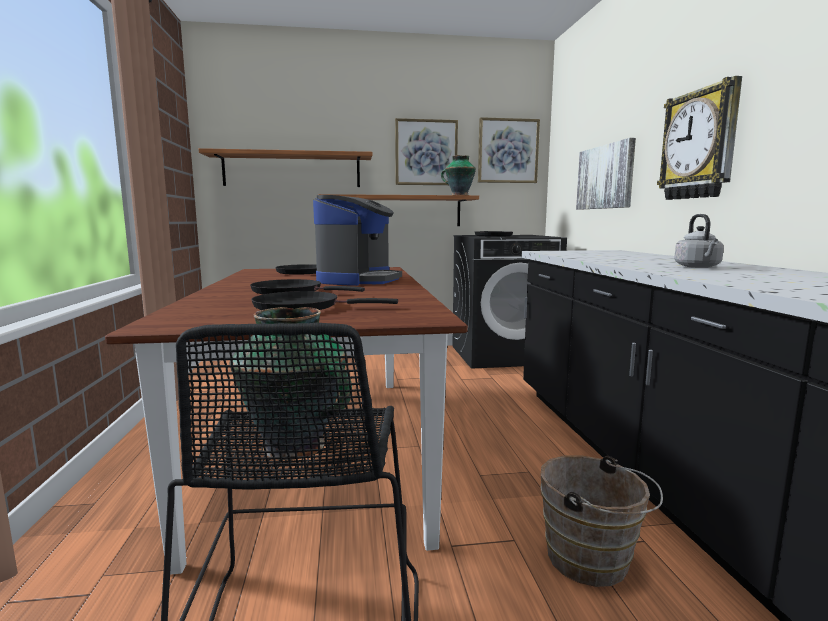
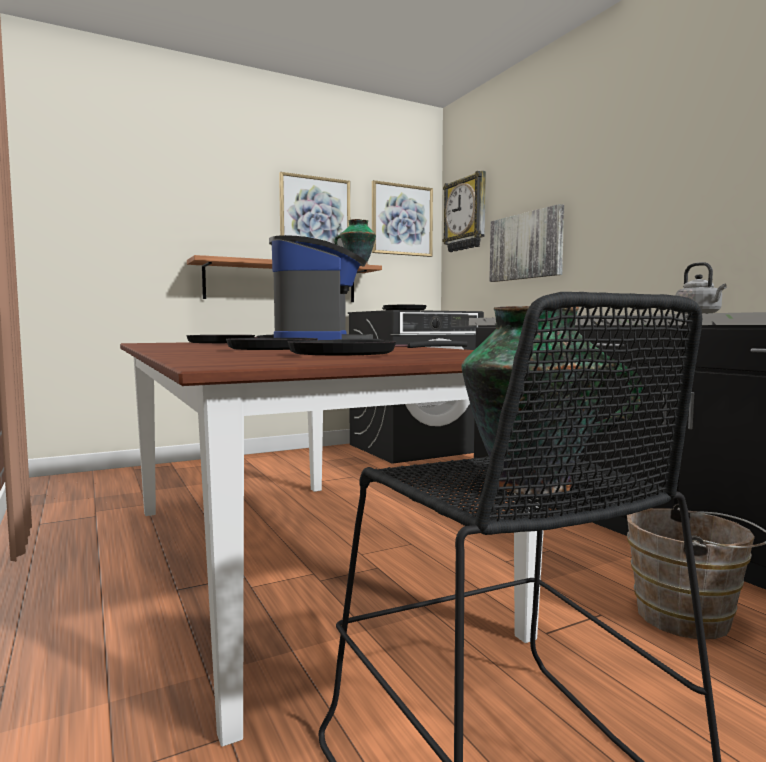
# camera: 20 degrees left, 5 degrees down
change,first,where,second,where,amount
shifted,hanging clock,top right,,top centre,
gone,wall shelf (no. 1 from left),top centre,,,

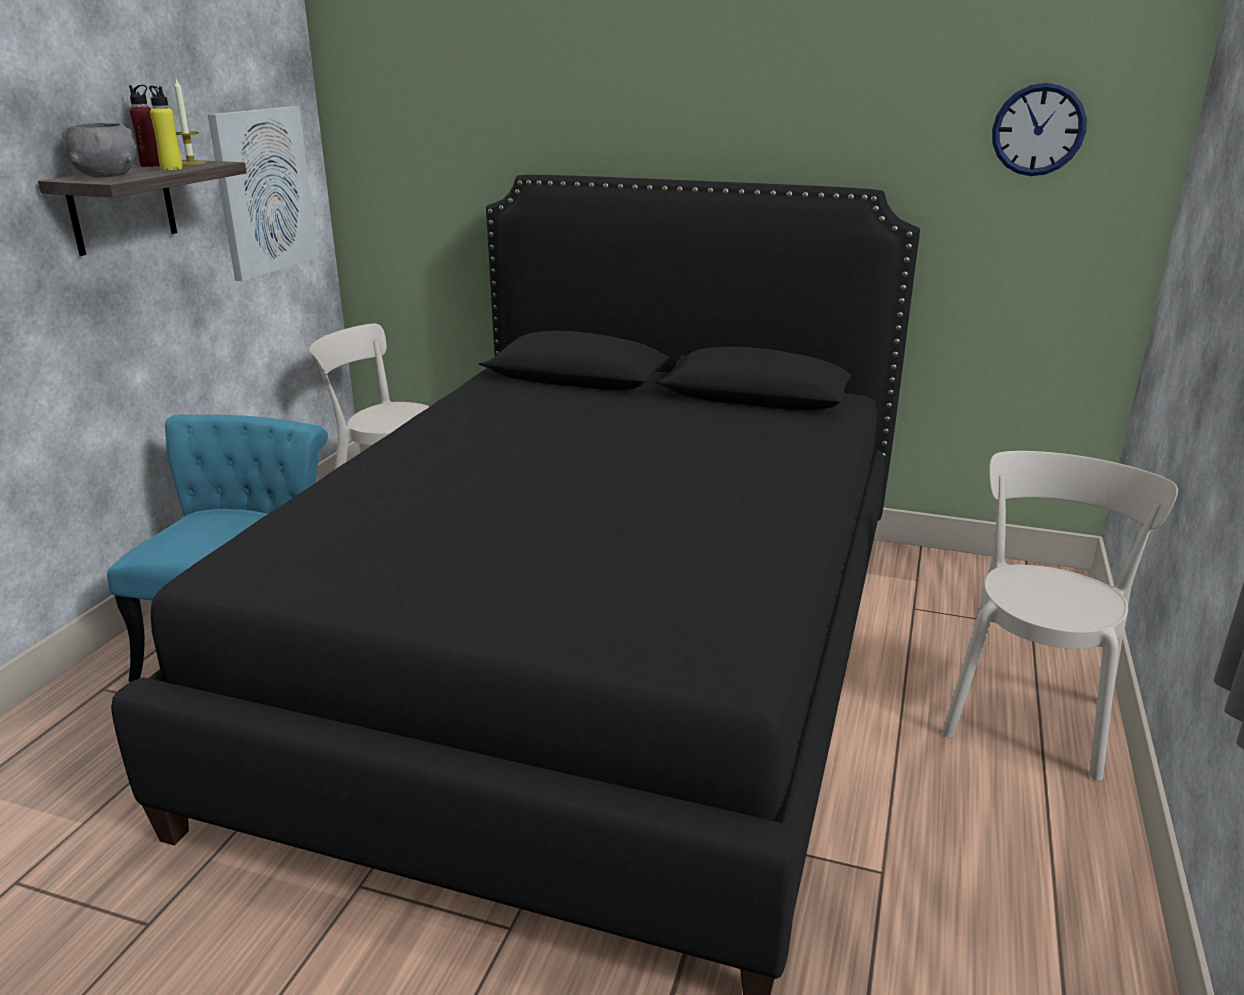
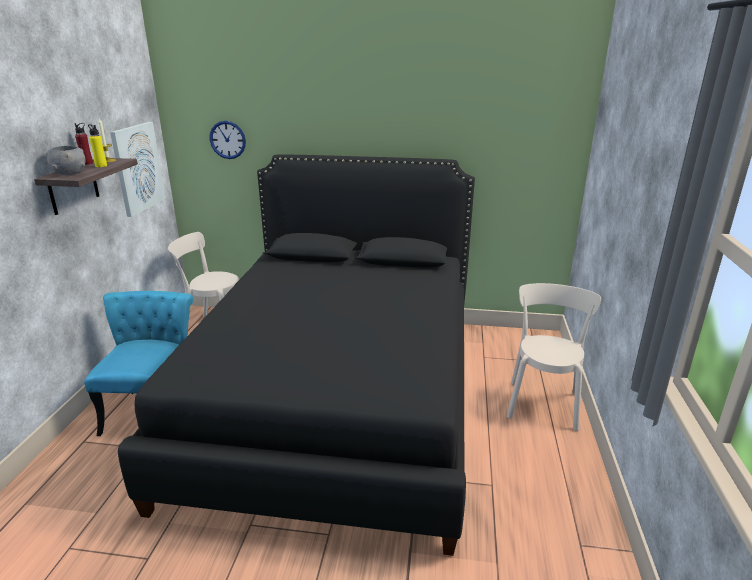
# camera: 10 degrees left, 0 degrees up
change,first,where,second,where,amount
shifted,hanging clock,top right,,top left,

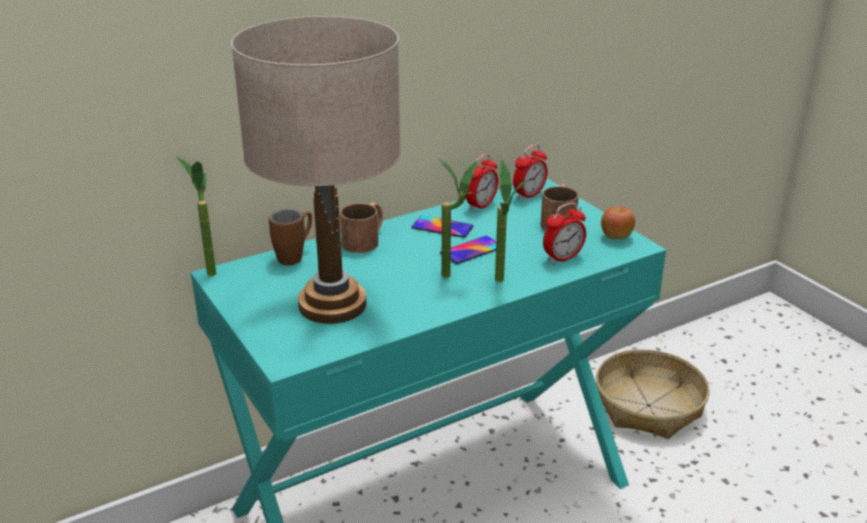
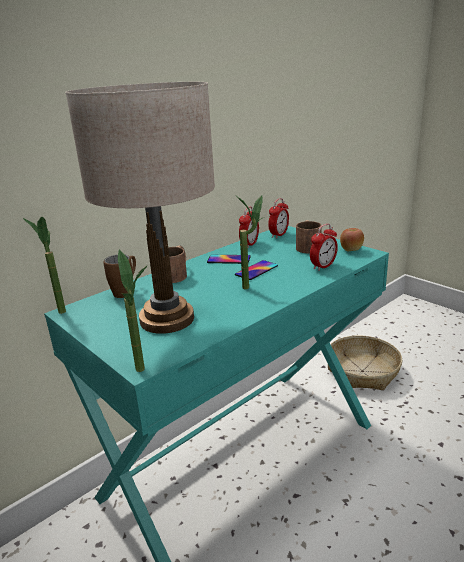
# camera: 10 degrees left, 5 degrees down
change,first,where,second,where,amount
shifted,houseplant (no. 3 from left in the first image),centre,houseplant (no. 2 from left),middle left,

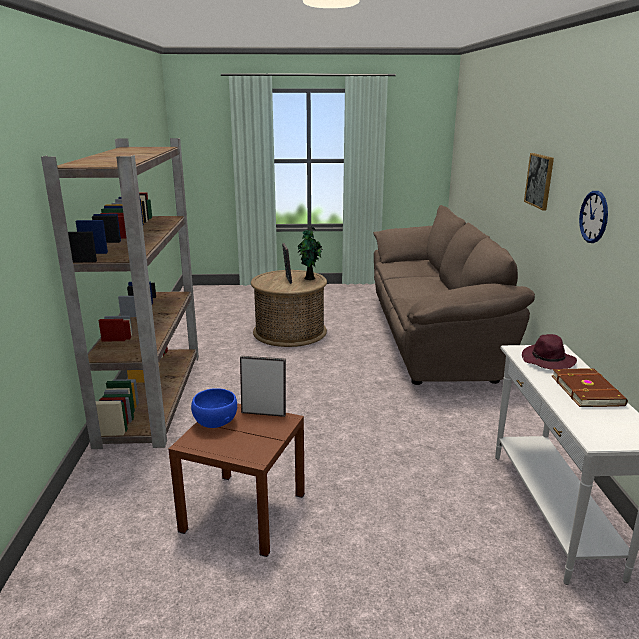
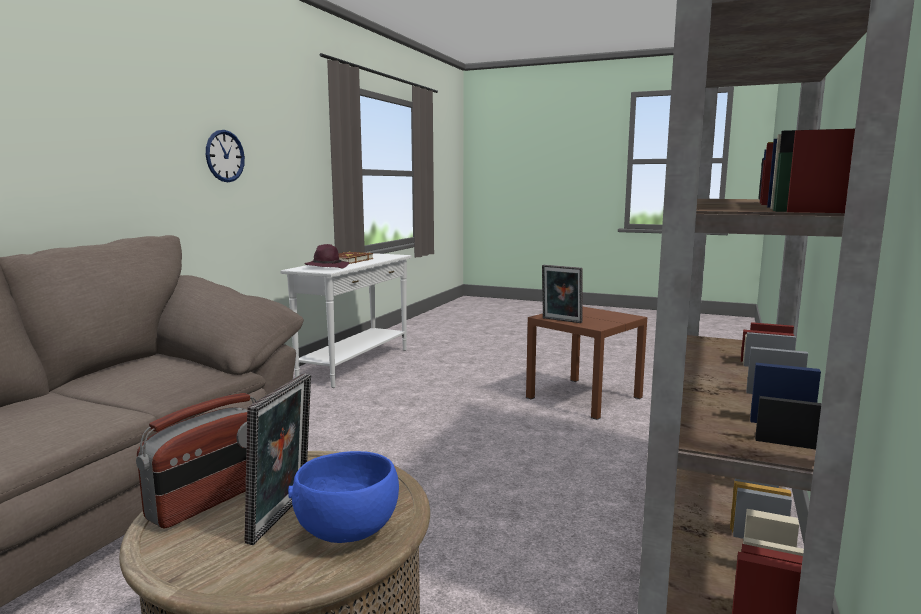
# camera: 155 degrees left, 10 degrees down
change,first,where,second,where,amount
swapped,houseplant,centre,radio receiver,bottom left,
shifted,blue-coloured serving bowl,centre,,bottom centre,
gone,wall art,top right,,,

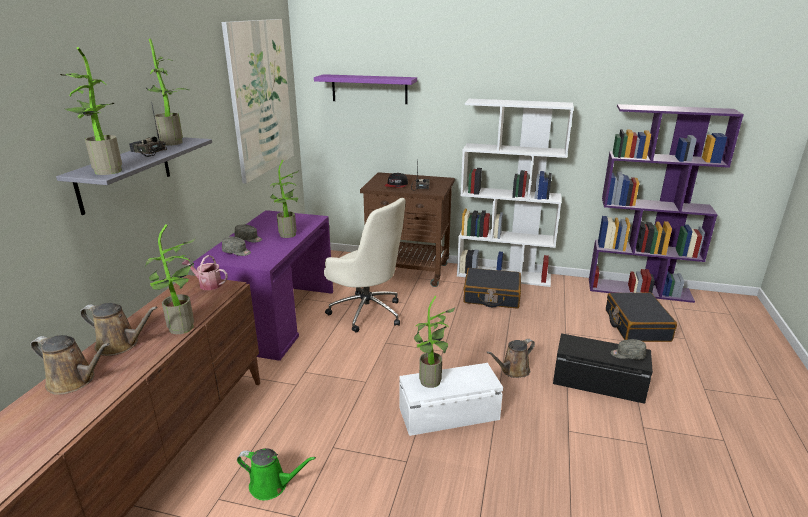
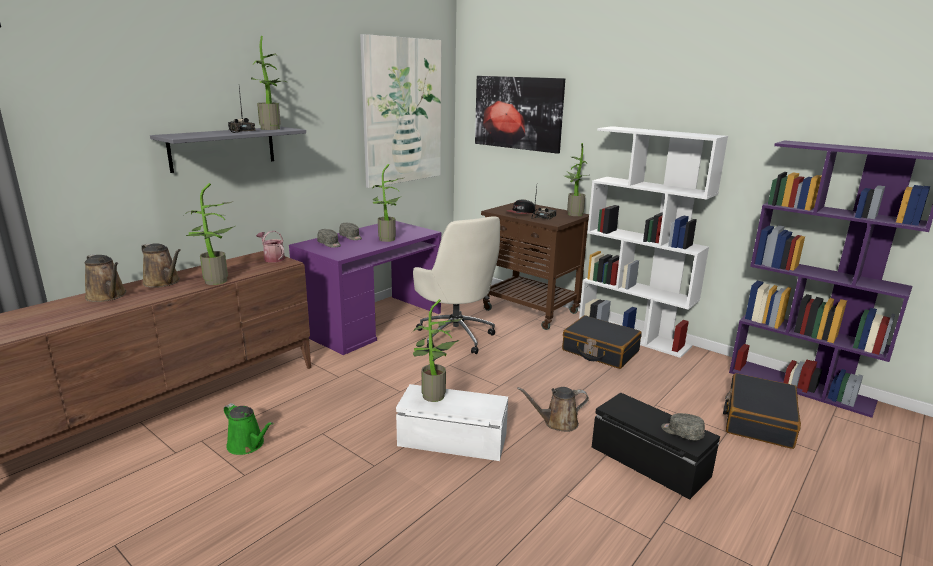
# camera: 25 degrees right, 5 degrees down
change,first,where,second,where,amount
swapped,purplish wall shelf,top centre,wall art (no. 2 from left),top centre,
shifted,houseplant (no. 1 from left in the first image),top left,houseplant (no. 5 from left),top centre,

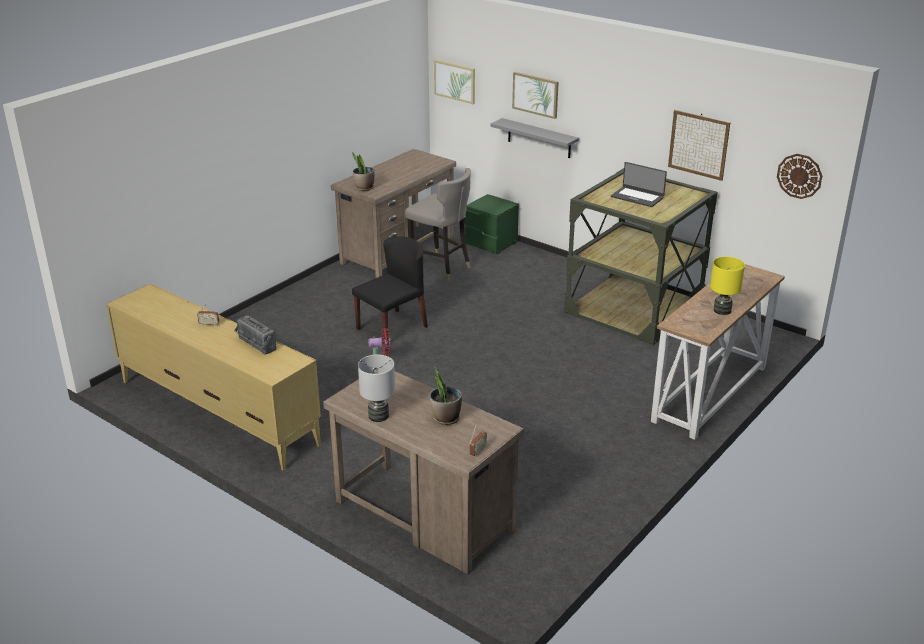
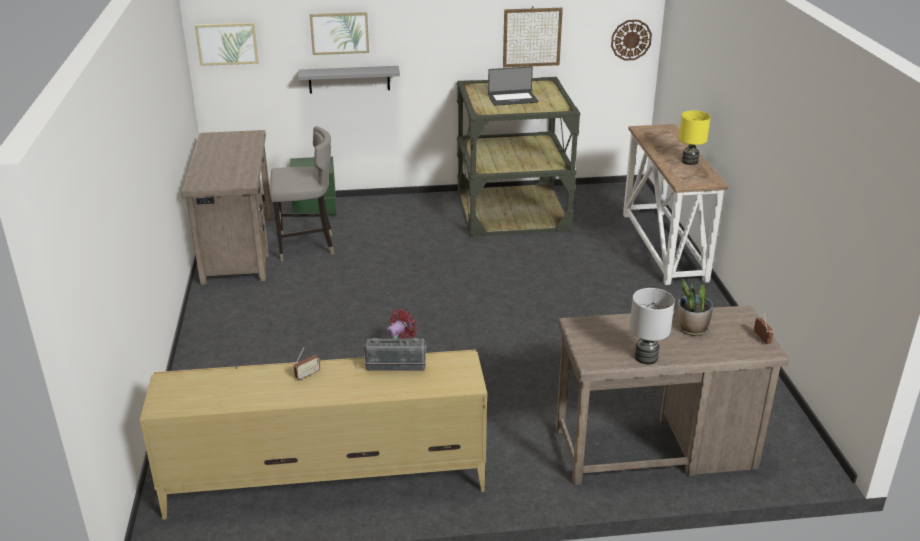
# camera: 45 degrees left, 0 degrees up
change,first,where,second,where,amount
gone,houseplant (no. 1 from left),top centre,,,
gone,black upright chair,centre,,,

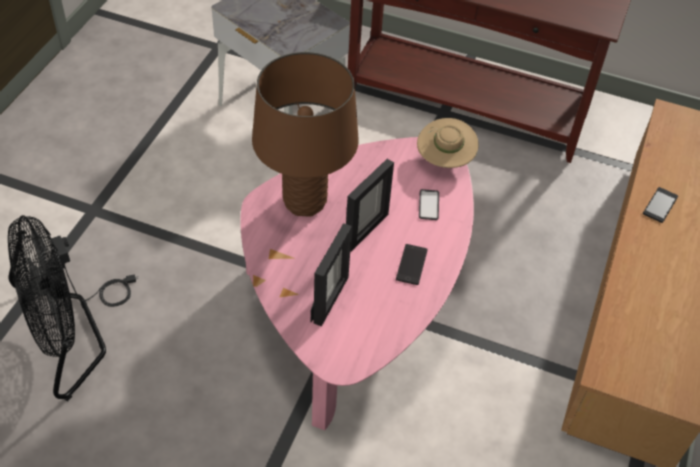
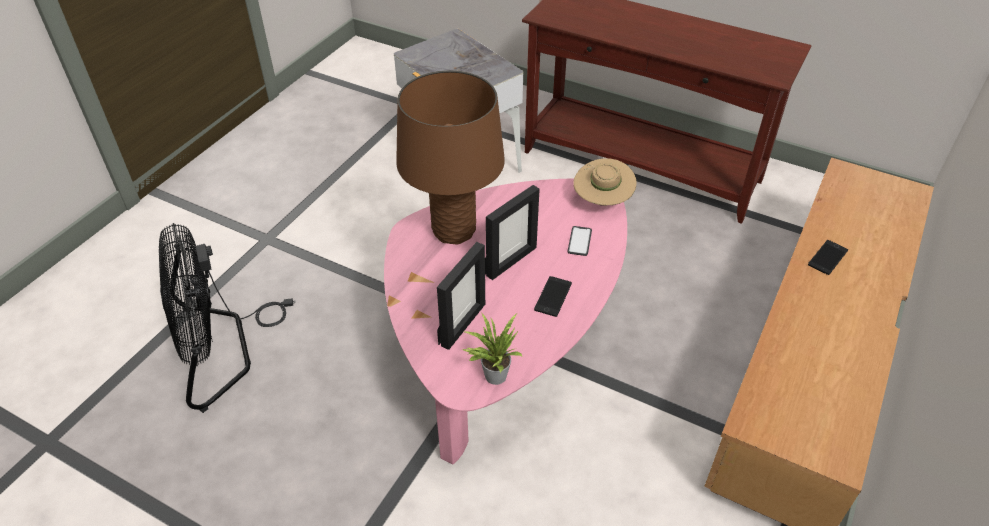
# camera: 10 degrees right, 5 degrees down
change,first,where,second,where,amount
new,,,houseplant,centre,

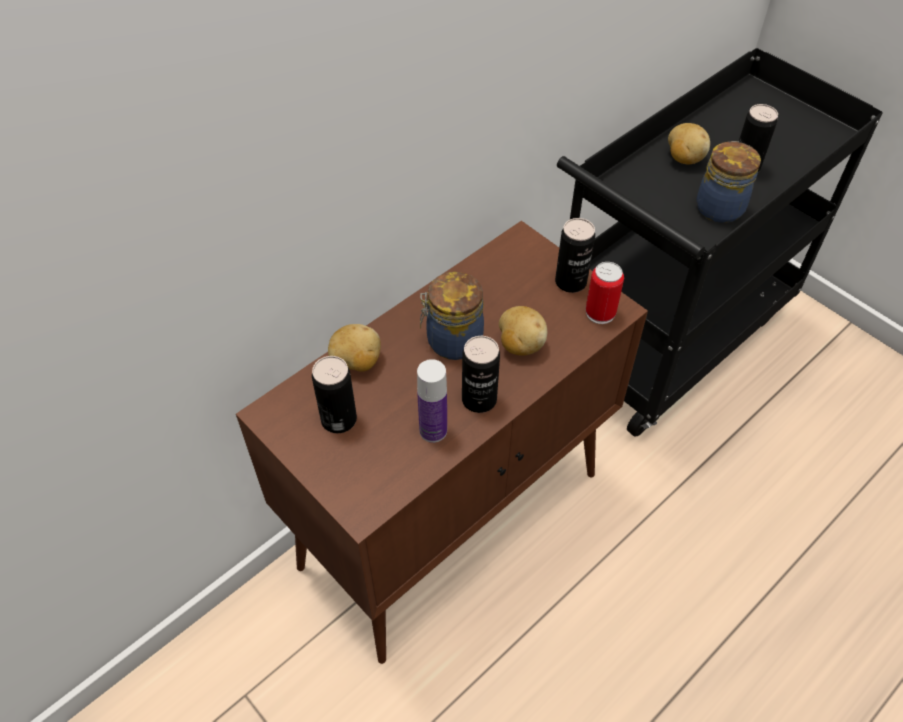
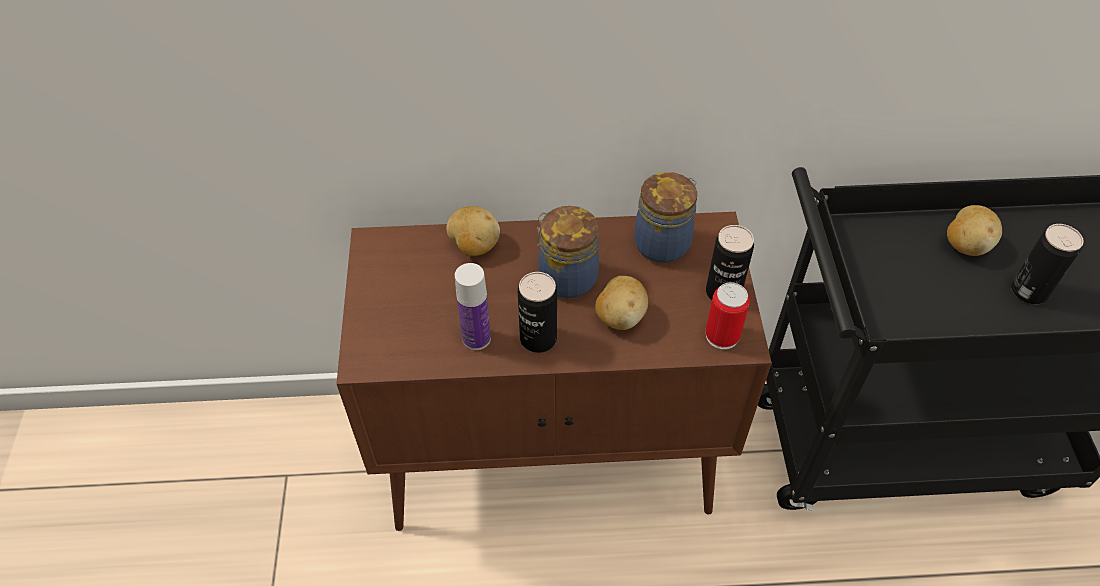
# camera: 40 degrees right, 0 degrees up
change,first,where,second,where,amount
shifted,storage jar (no. 2 from left),top right,,centre,
gone,can (no. 1 from left),centre,,,

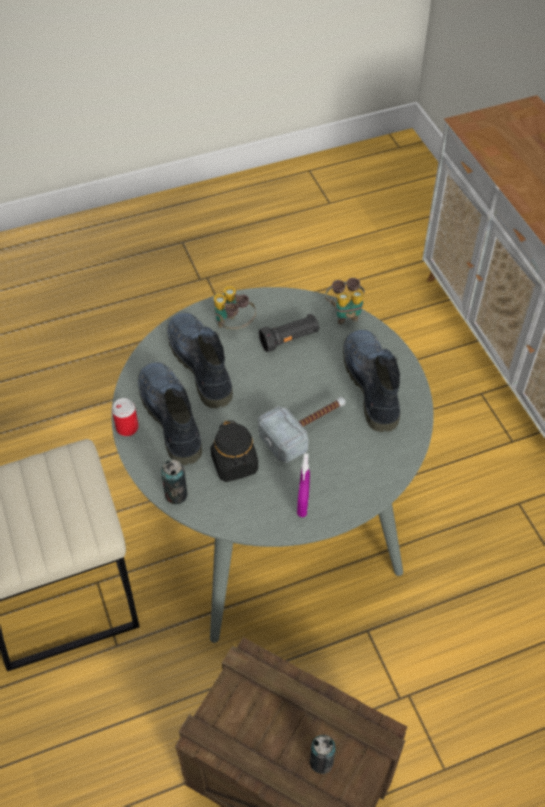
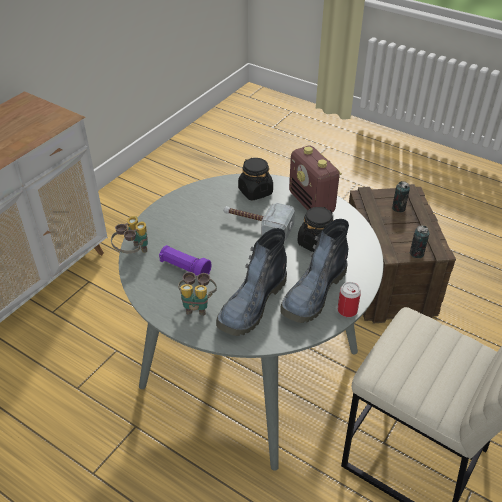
# camera: 125 degrees left, 10 degrees down
change,first,where,second,where,amount
repainted,black hand torch,centre,purplish hand torch,centre,
new,,,black storage jar (no. 1 from left),centre,
swapped,purplish hand sprayer,centre,radio receiver,centre,
shifted,can (no. 2 from left in the first image),middle left,can (no. 3 from left),middle right,
gone,tall boot (no. 3 from left),middle right,,,

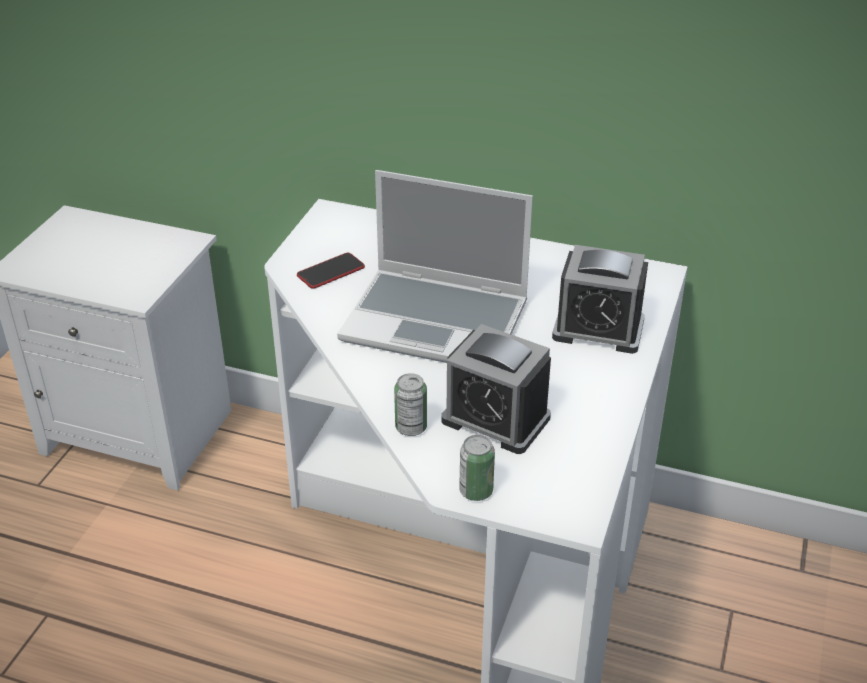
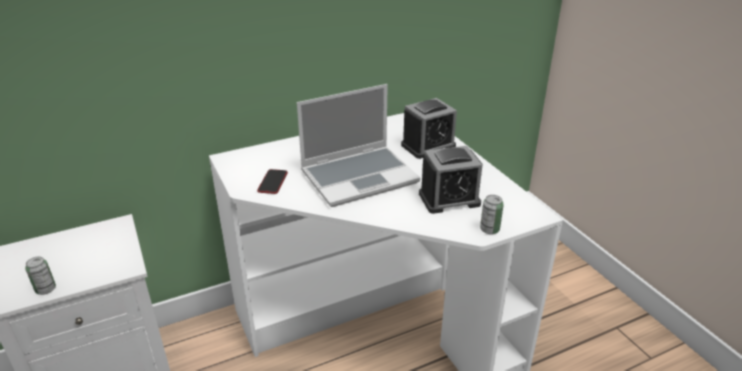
# camera: 45 degrees left, 5 degrees down
change,first,where,second,where,amount
shifted,can (no. 1 from left),centre,,bottom left,

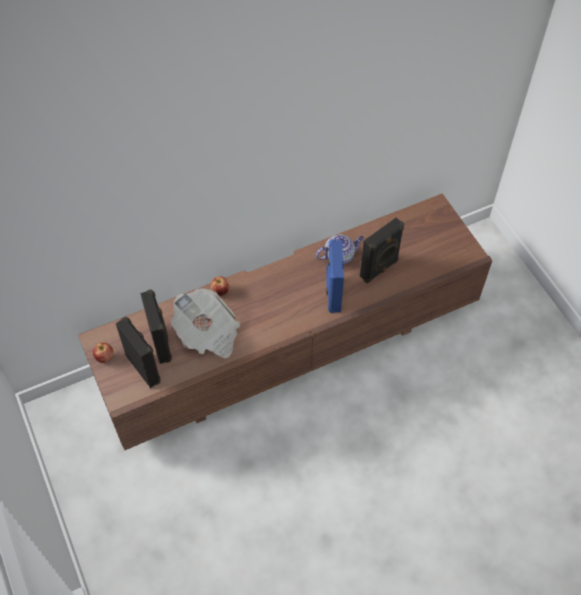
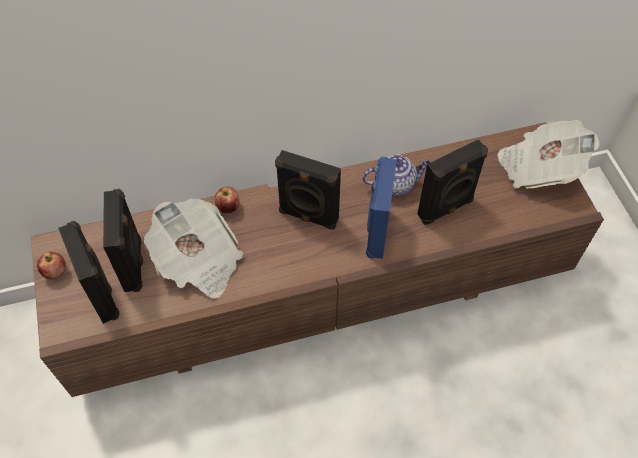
# camera: 10 degrees right, 0 degrees up
change,first,where,second,where,amount
new,,,black speaker (no. 3 from left),centre,
new,,,newspaper (no. 2 from left),middle right,

